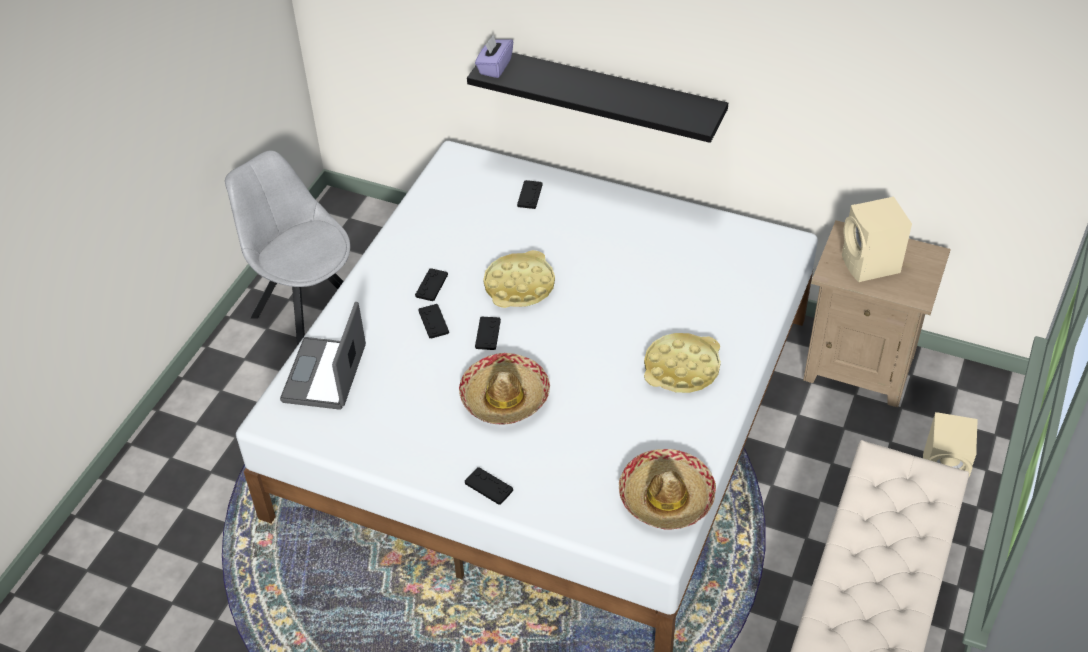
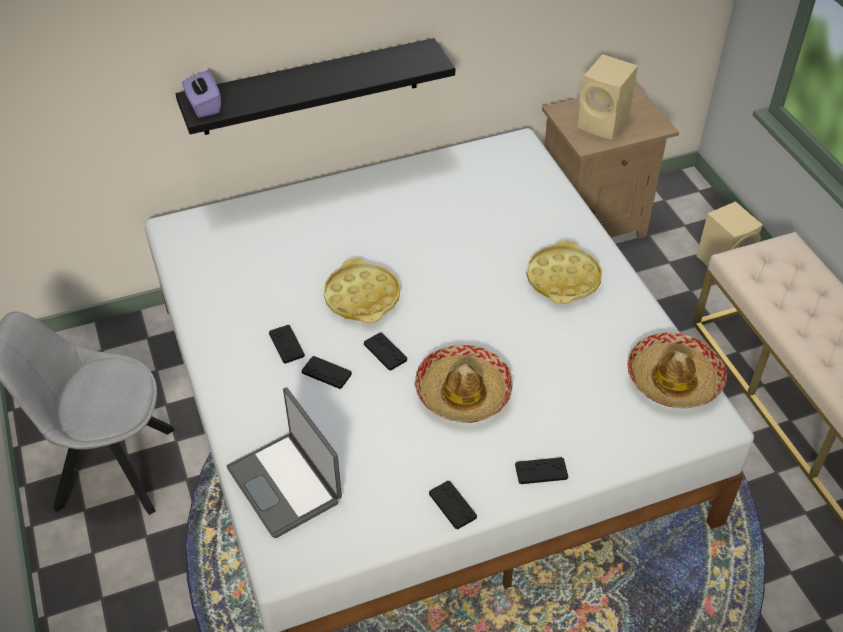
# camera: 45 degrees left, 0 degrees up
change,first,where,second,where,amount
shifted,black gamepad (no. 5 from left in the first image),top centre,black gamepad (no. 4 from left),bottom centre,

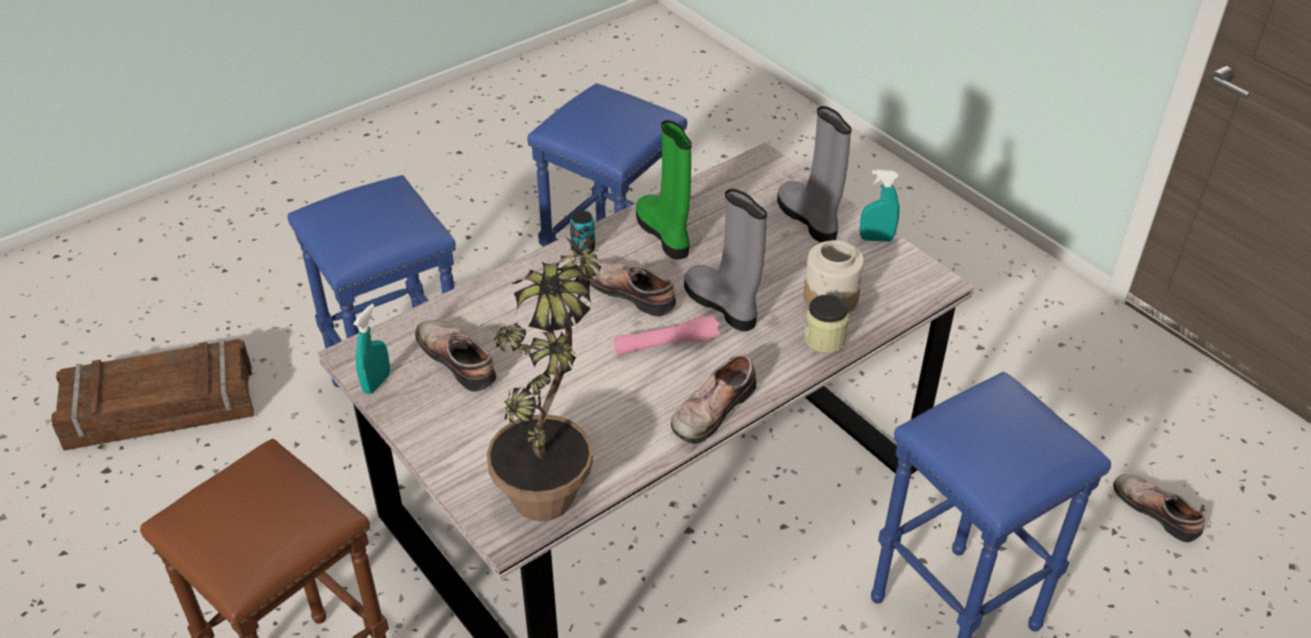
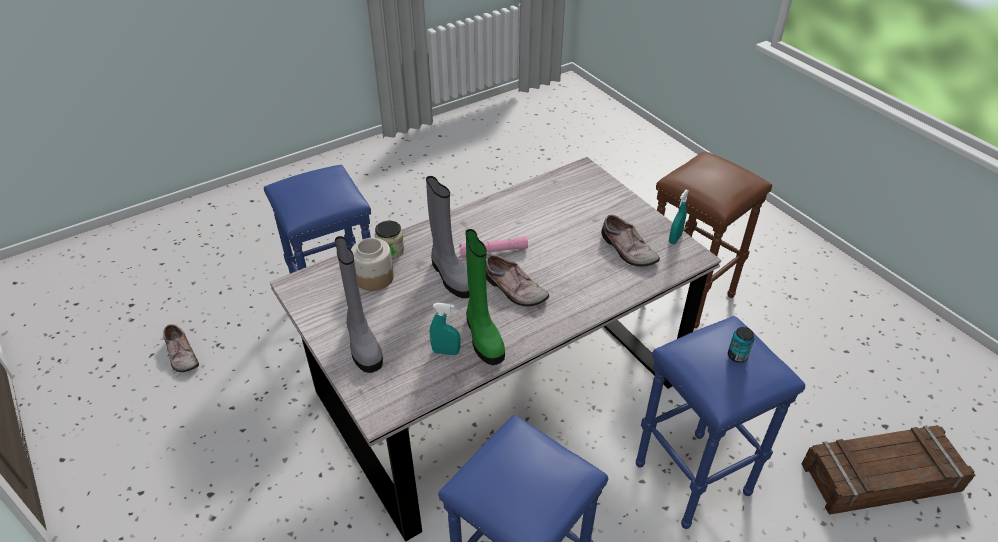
# camera: 175 degrees left, 0 degrees up
change,first,where,second,where,amount
shifted,turquoise-coloured hand sprayer (no. 2 from left in the first image),top right,turquoise-coloured hand sprayer (no. 1 from left),centre,
shifted,can,centre,,middle right,
gone,houseplant,centre,,,
gone,item of footwear (no. 3 from left),centre,,,

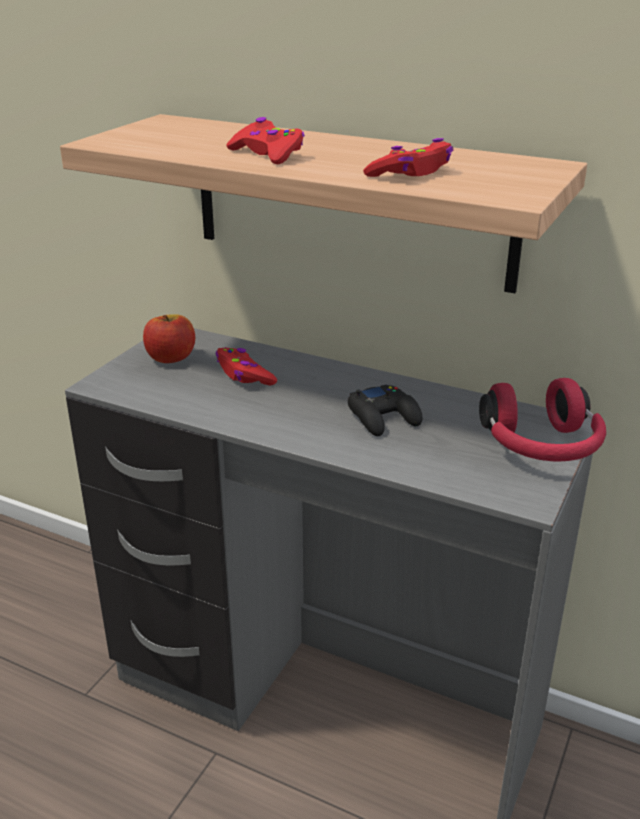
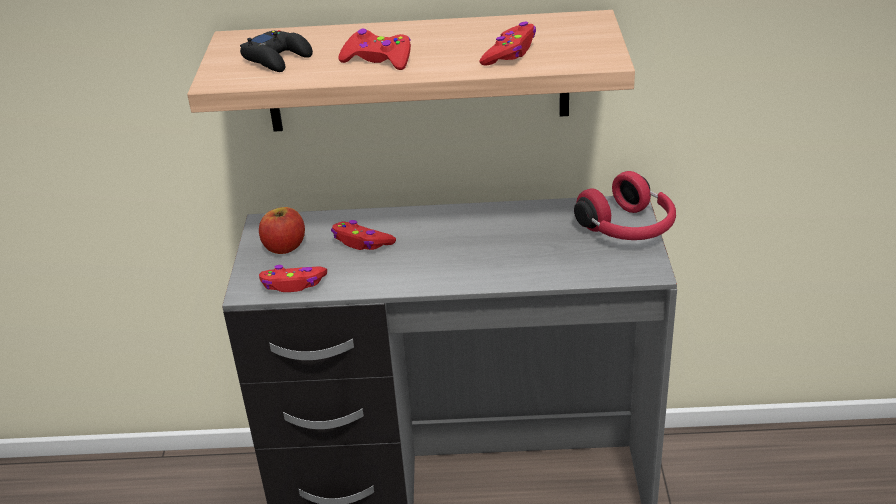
# camera: 25 degrees left, 5 degrees up
change,first,where,second,where,amount
shifted,black gamepad,centre,,top left,
new,,,red gamepad (no. 1 from left),middle left,

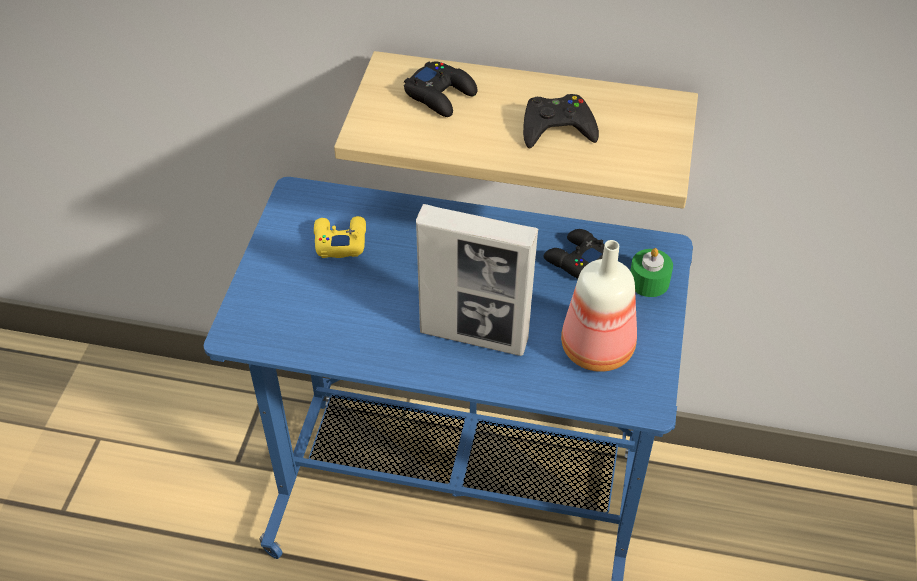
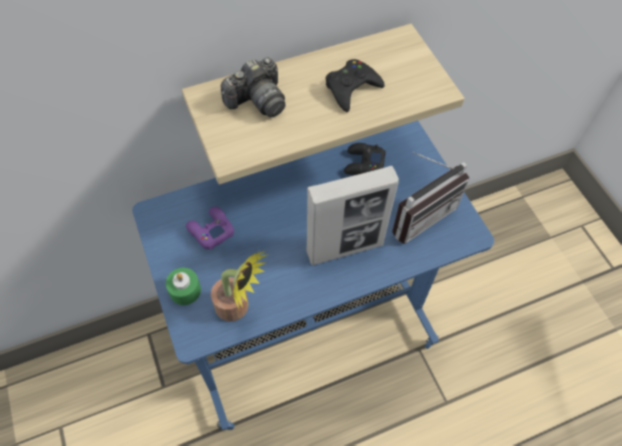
# camera: 35 degrees left, 10 degrees up
change,first,where,second,where,amount
shifted,greenish wax light,middle right,,middle left,
repainted,yellow-coloured gamepad,centre,purplish gamepad,centre,
new,,,houseplant,centre,
swapped,black gamepad (no. 1 from left),top centre,photo camera,top centre,
swapped,beverage bottle,centre,radio receiver,middle right,

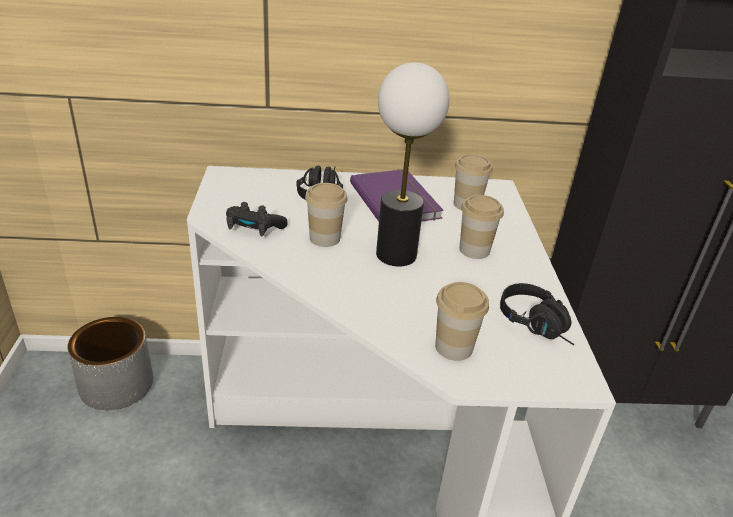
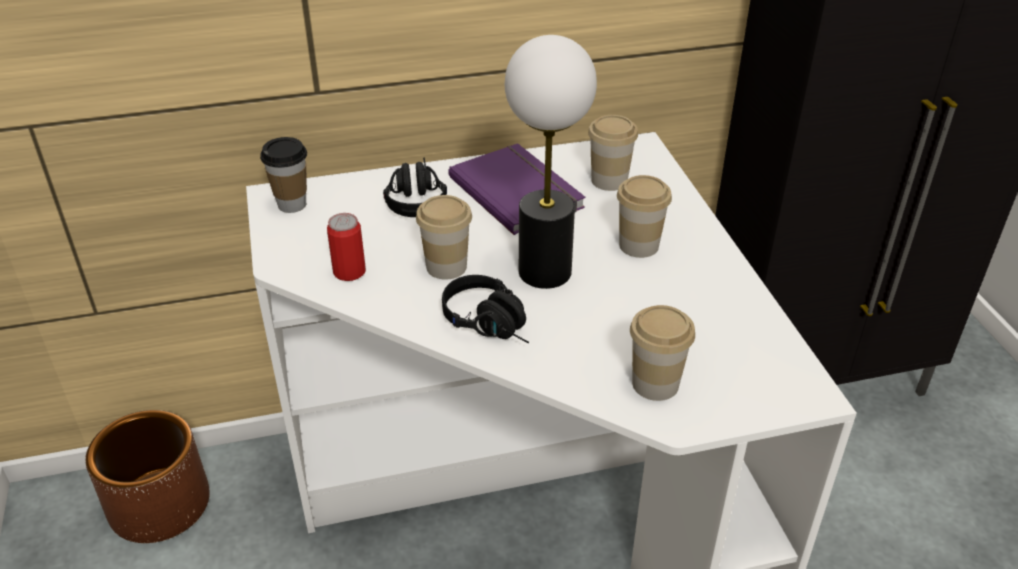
# camera: 10 degrees left, 5 degrees up
change,first,where,second,where,amount
repainted,gray planter,bottom left,brown-coloured planter,bottom left,
new,,,cup (no. 1 from left),top left,
swapped,black gamepad,centre,can,centre,
shifted,black pair of headphones (no. 2 from left),middle right,,centre,

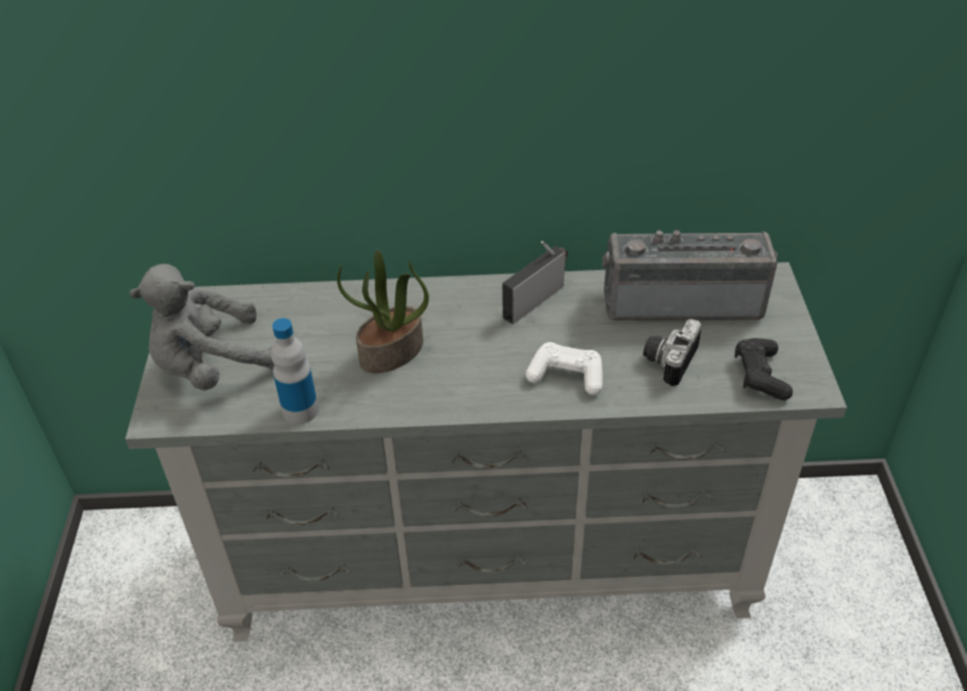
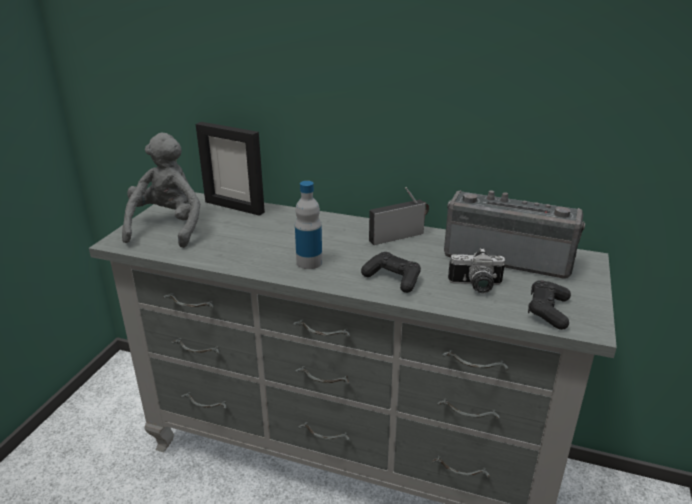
# camera: 20 degrees right, 15 degrees down
change,first,where,second,where,amount
rotated,gray plush toy,middle left,,middle left,105 degrees clockwise
new,,,picture frame,middle left,
shifted,beverage bottle,middle left,,centre,
repainted,white gamepad,centre,black gamepad (no. 1 from left),centre,
rotated,photo camera,middle right,,middle right,135 degrees counterclockwise
gone,houseplant,centre,,,

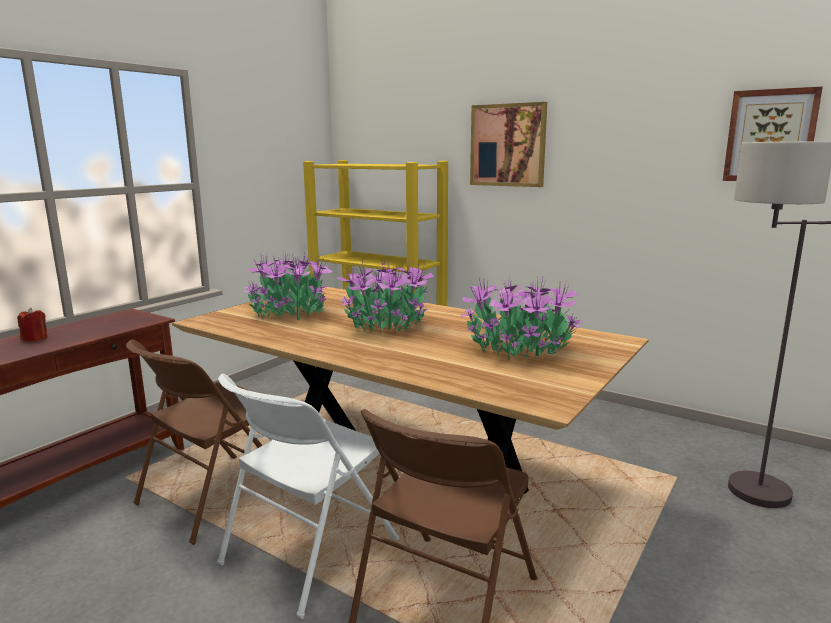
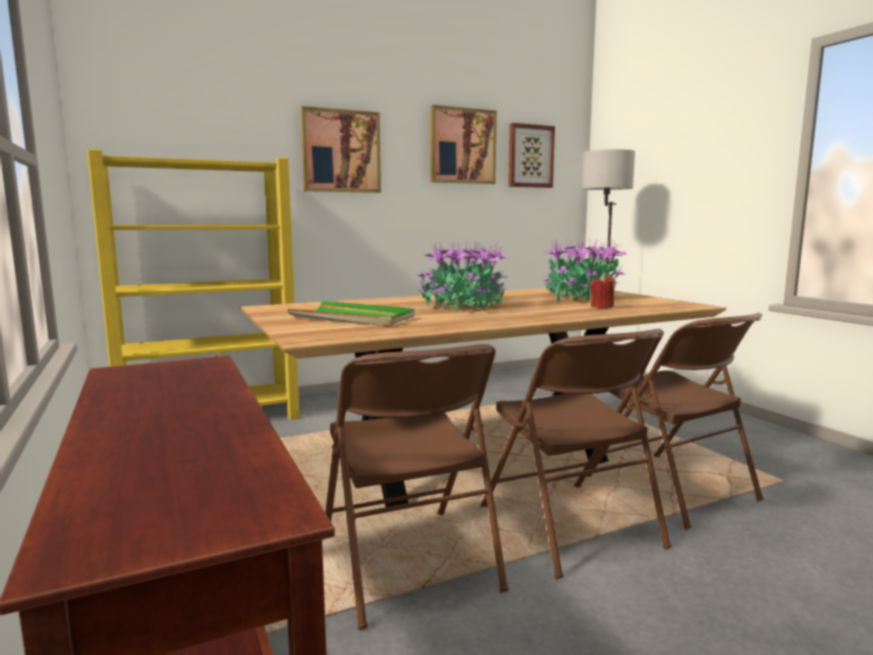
# camera: 60 degrees left, 5 degrees down
change,first,where,second,where,amount
swapped,houseplant (no. 1 from left),centre,greenish carrying tray,centre,
new,,,wall art (no. 2 from left),top centre,
repainted,white upright chair,bottom centre,brown-coloured upright chair (no. 2 from left),bottom centre,
shifted,red wax light,middle left,,middle right,

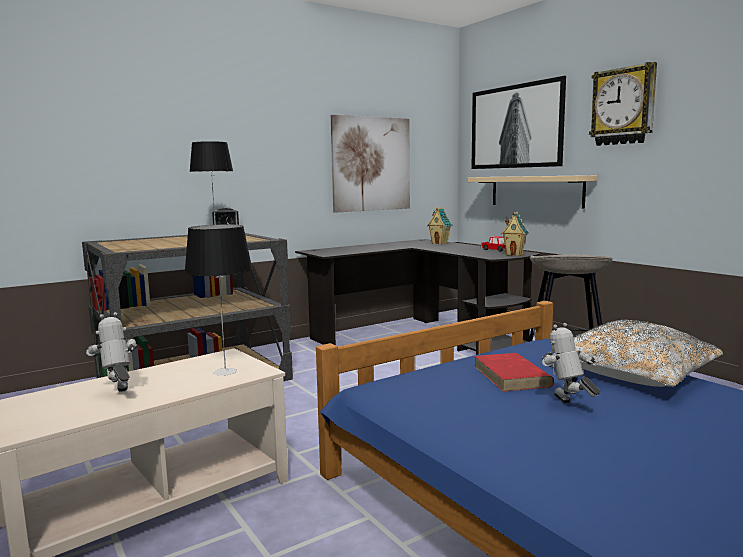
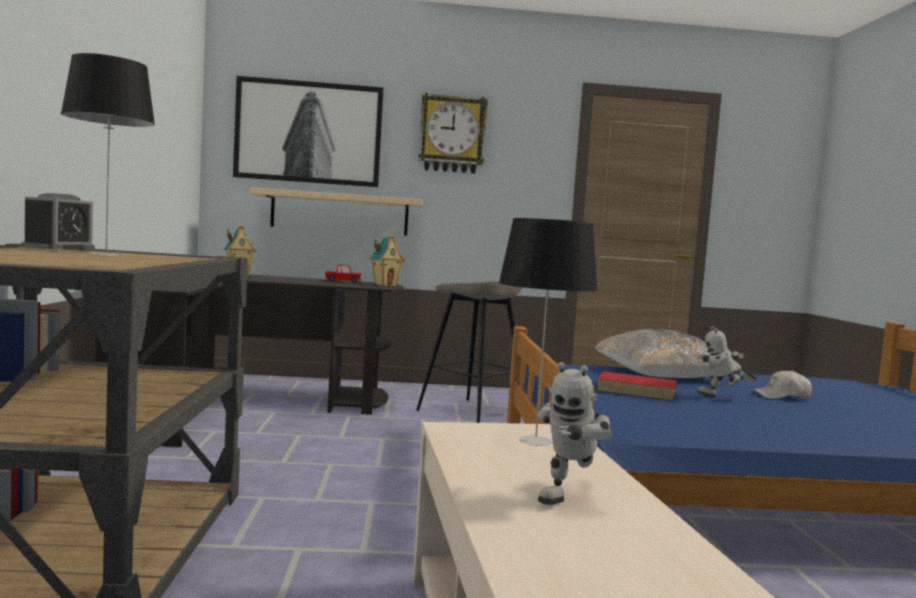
# camera: 60 degrees left, 5 degrees down
change,first,where,second,where,amount
rotated,robot figure (no. 1 from left),middle left,,bottom centre,60 degrees counterclockwise
new,,,white cap,middle right,
gone,wall art (no. 1 from left),top centre,,,

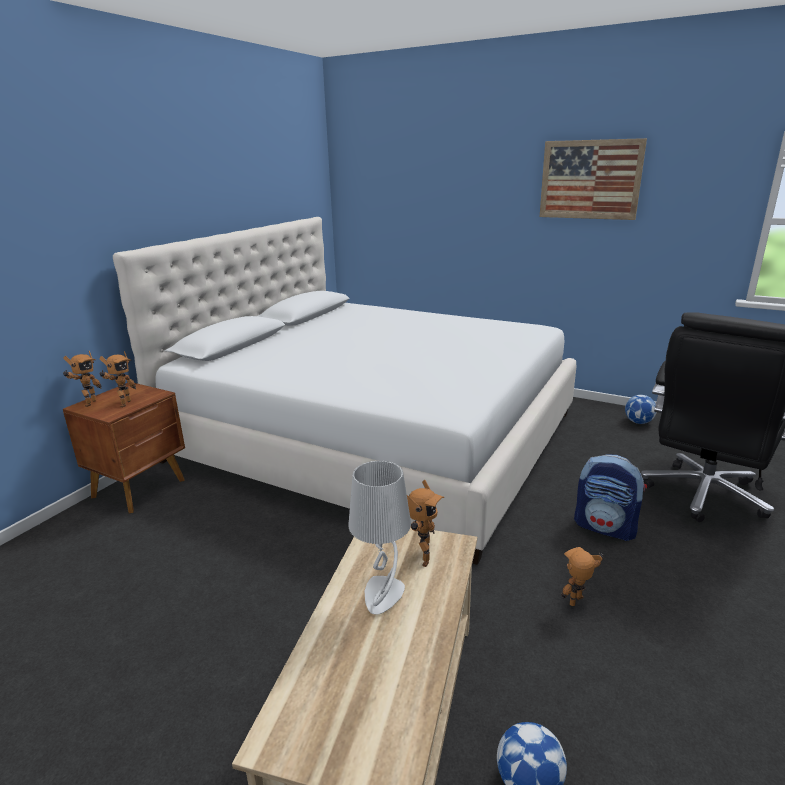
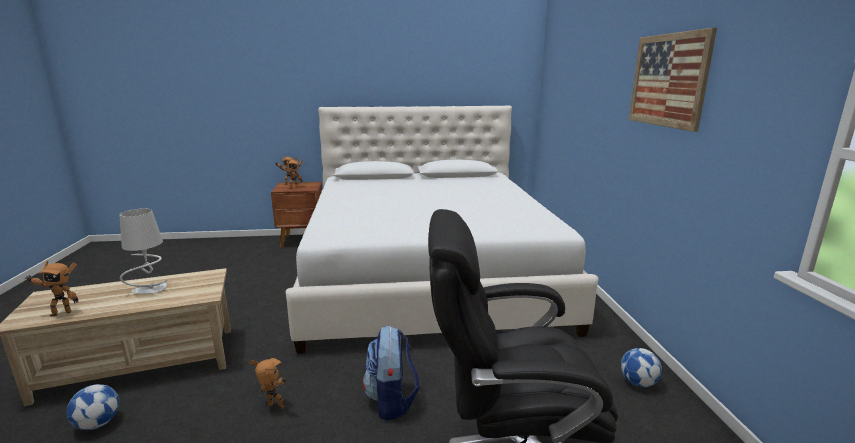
# camera: 55 degrees right, 5 degrees down
change,first,where,second,where,amount
shifted,robot figure (no. 3 from left in the first image),centre,robot figure (no. 1 from left),middle left,

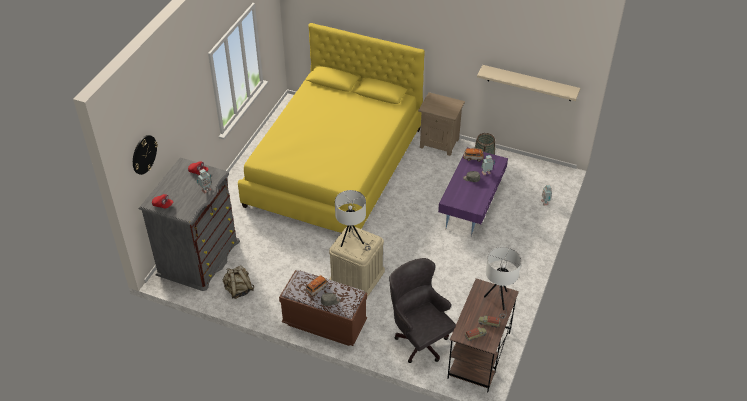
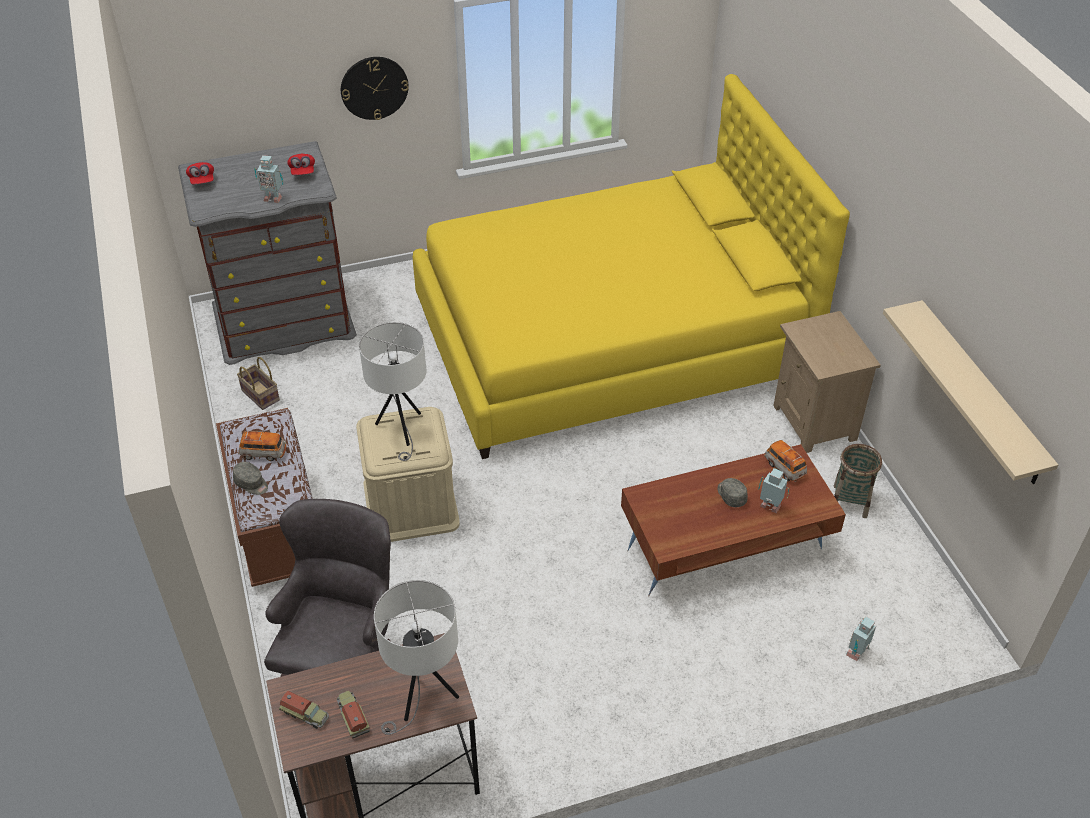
# camera: 50 degrees right, 0 degrees up
change,first,where,second,where,amount
swapped,beige-coloured knapsack,bottom left,basket (no. 1 from left),middle left,
shifted,hanging clock,middle left,,top centre,
repainted,purplish low table,centre,brown-coloured low table,middle right,

